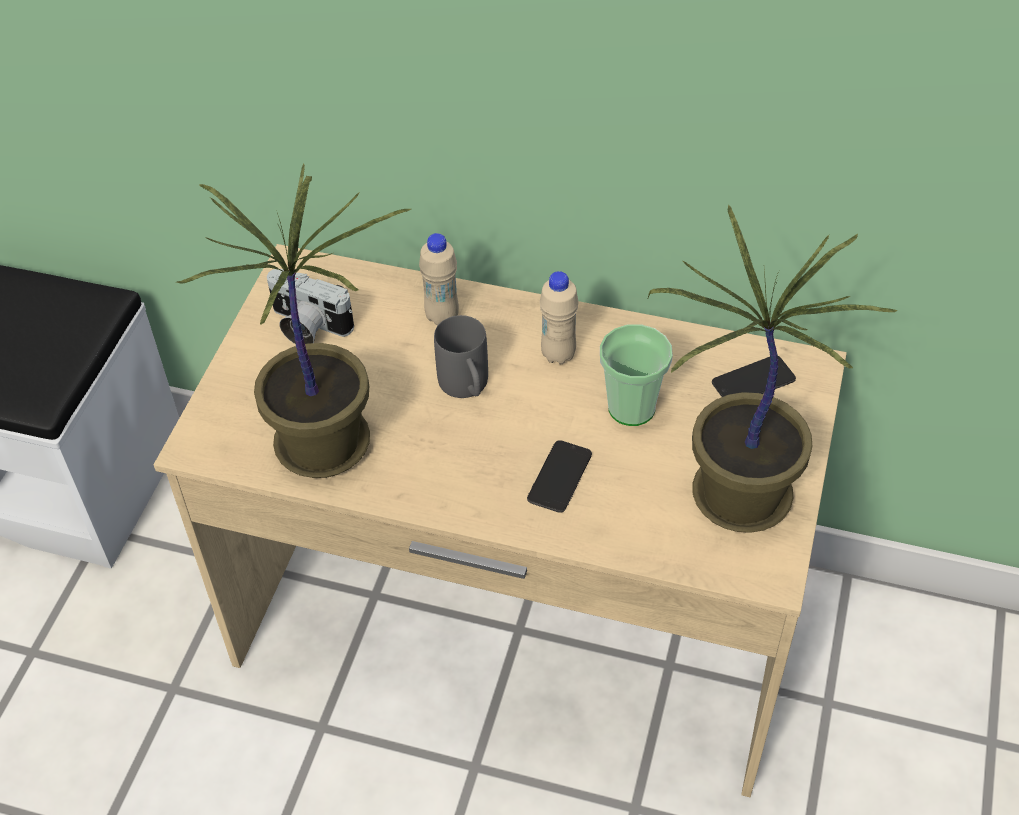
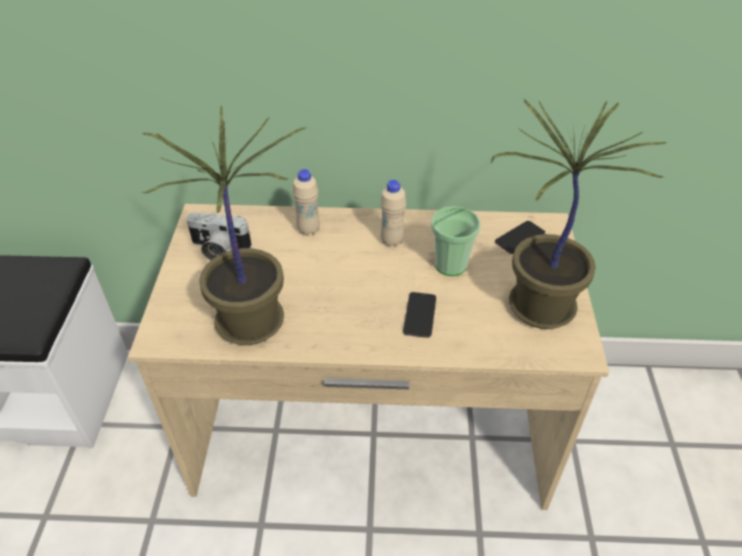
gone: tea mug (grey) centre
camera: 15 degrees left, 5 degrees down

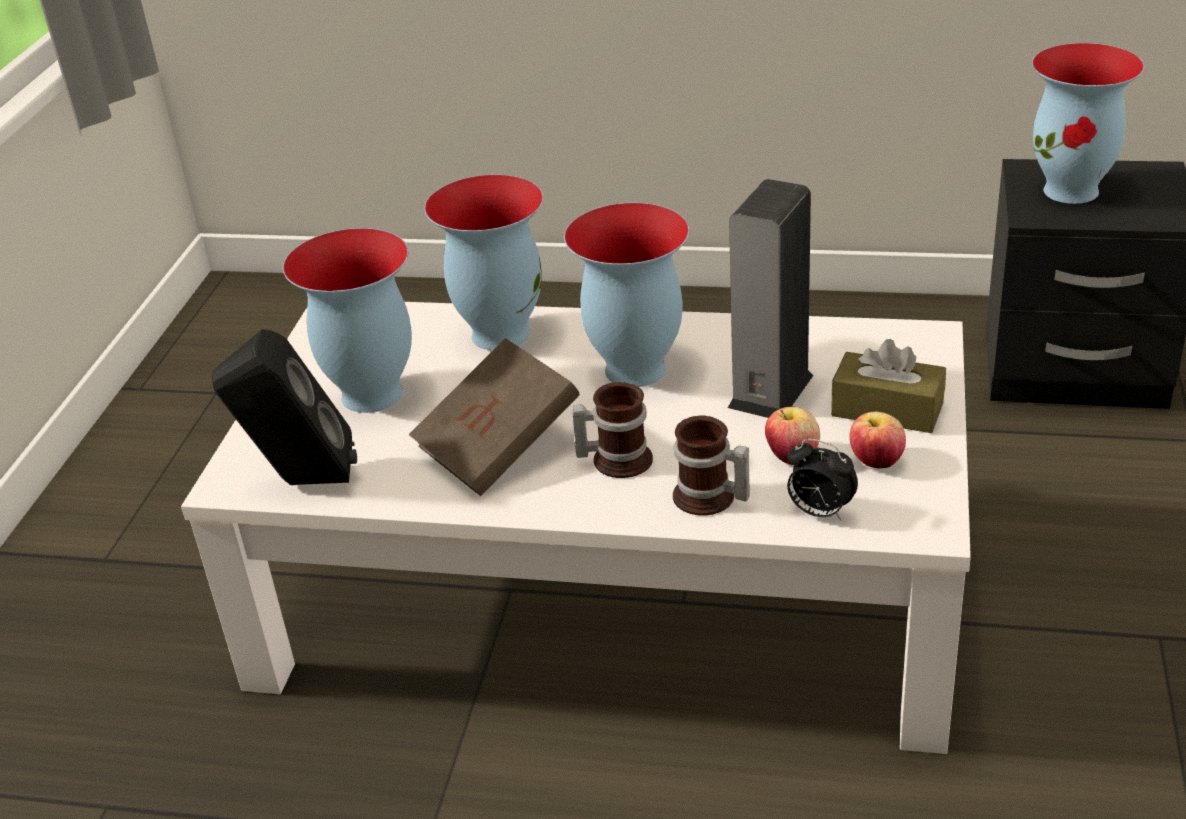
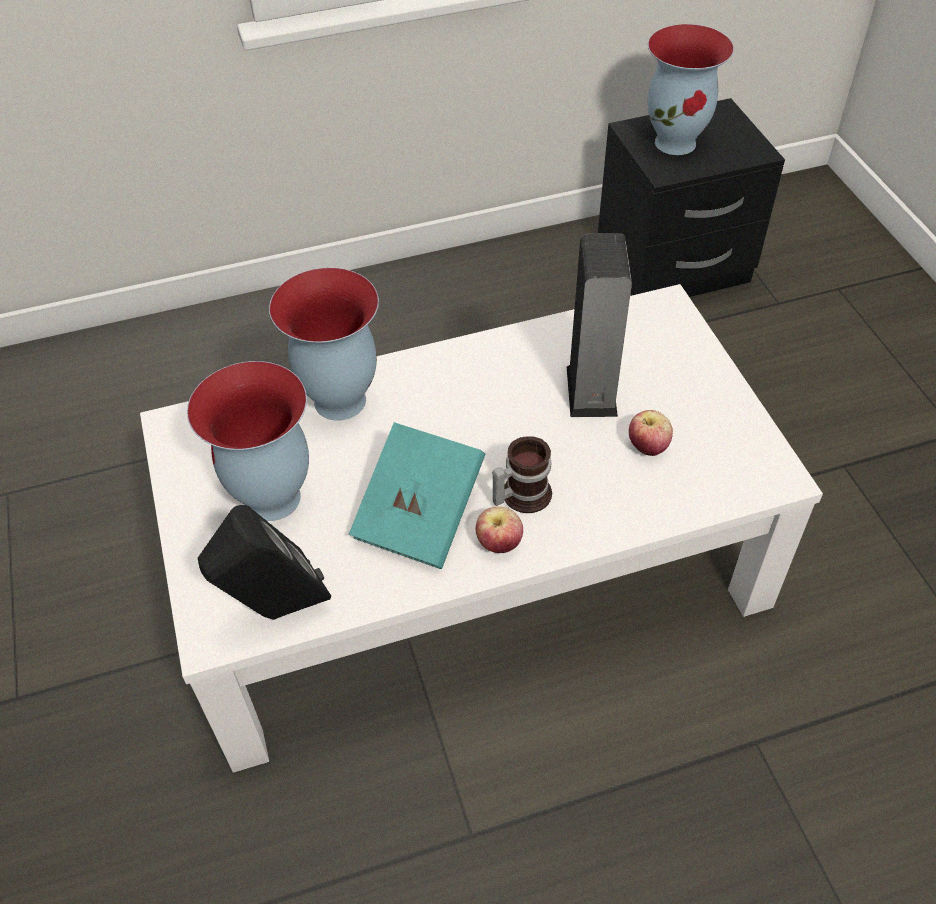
gone: decorative vase (no. 3 from left) centre; tea mug (no. 2 from left) centre; table clock middle right; box of tissues (brownish) middle right
shifted: whole apple (no. 2 from left in the first image) middle right to whole apple (no. 1 from left) centre
repainted: bound book (brownish) centre to bound book (turquoise-coloured) centre
camera: 30 degrees left, 15 degrees up

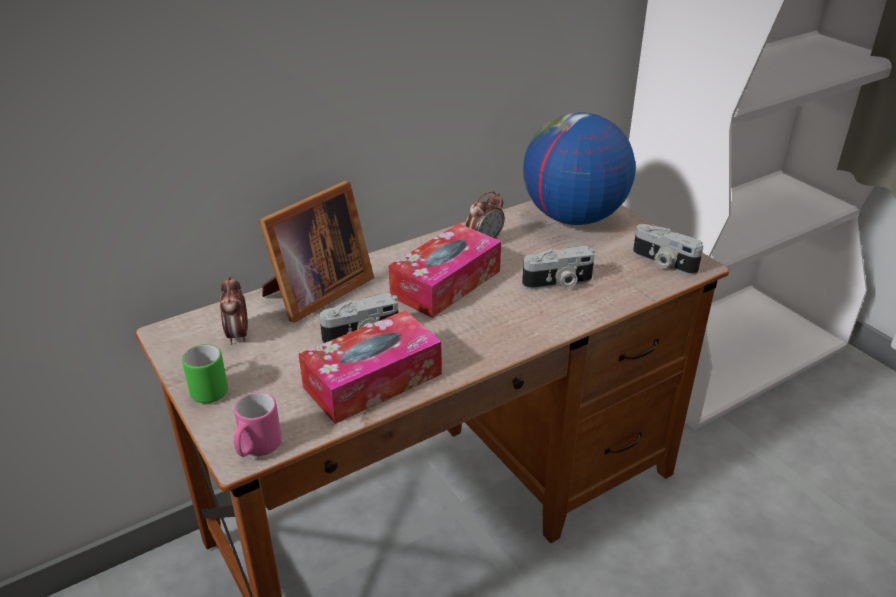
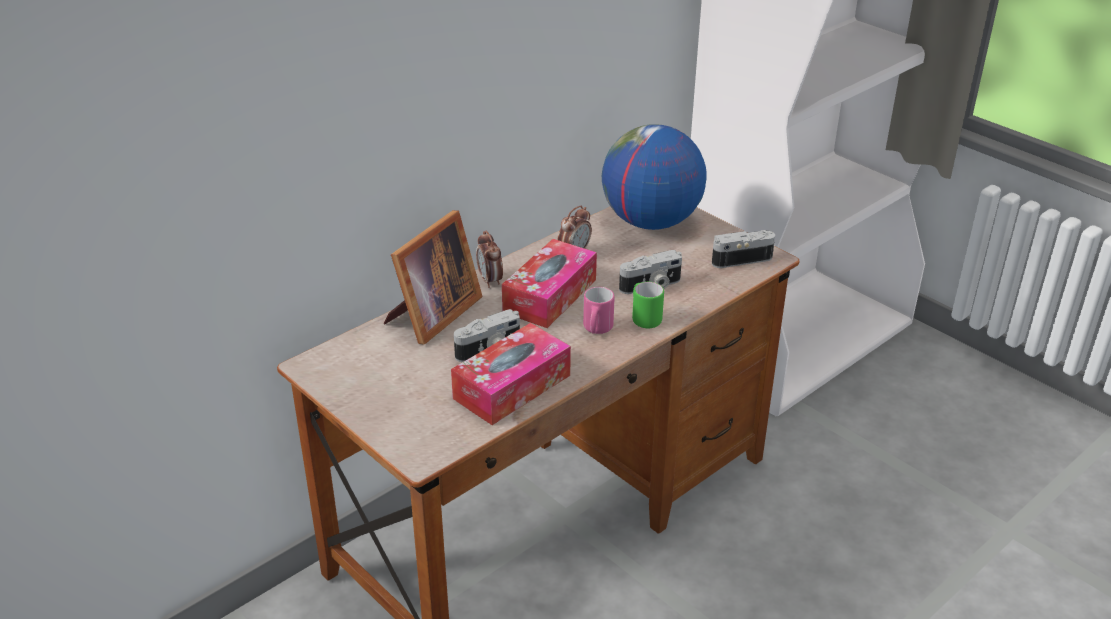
shifted: table clock (no. 1 from left) middle left to centre; tea mug (pinkish) bottom left to centre; tea mug (green) middle left to centre
rotated: photo camera (no. 3 from left) middle right = middle right 135 degrees clockwise
camera: 10 degrees left, 0 degrees up

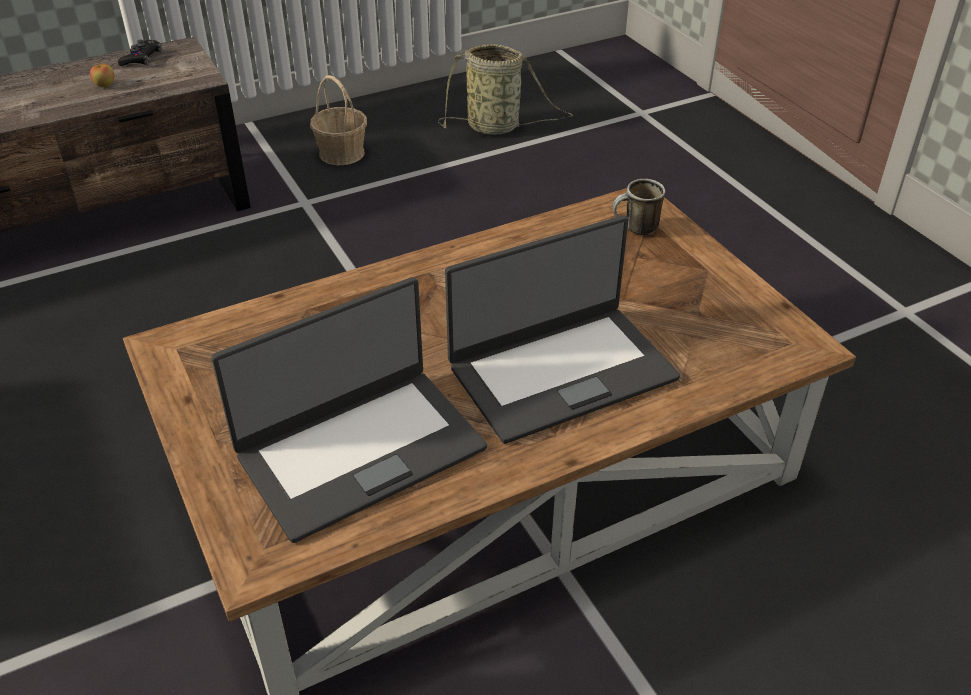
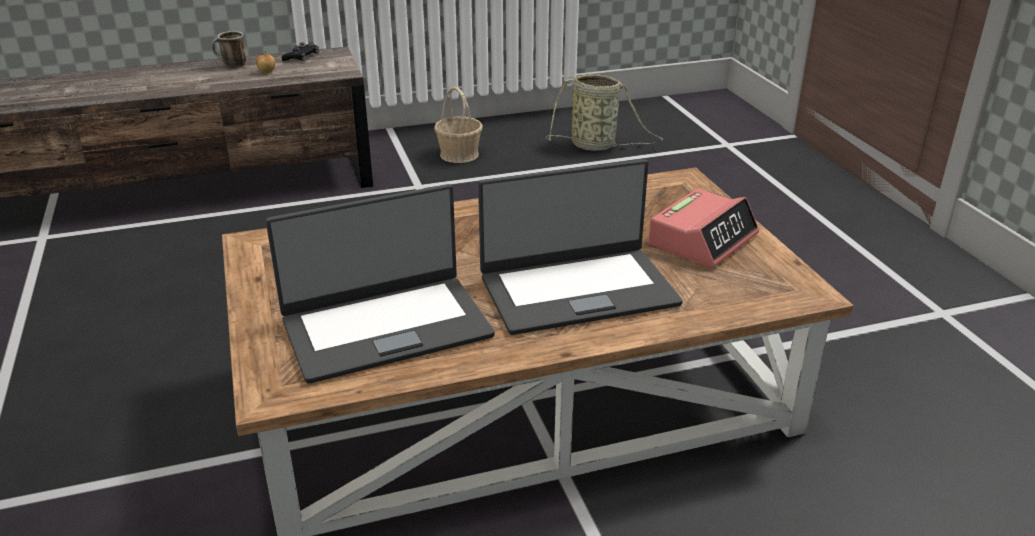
new: table clock middle right
shifted: tea mug top centre to top left
camera: 10 degrees right, 10 degrees down

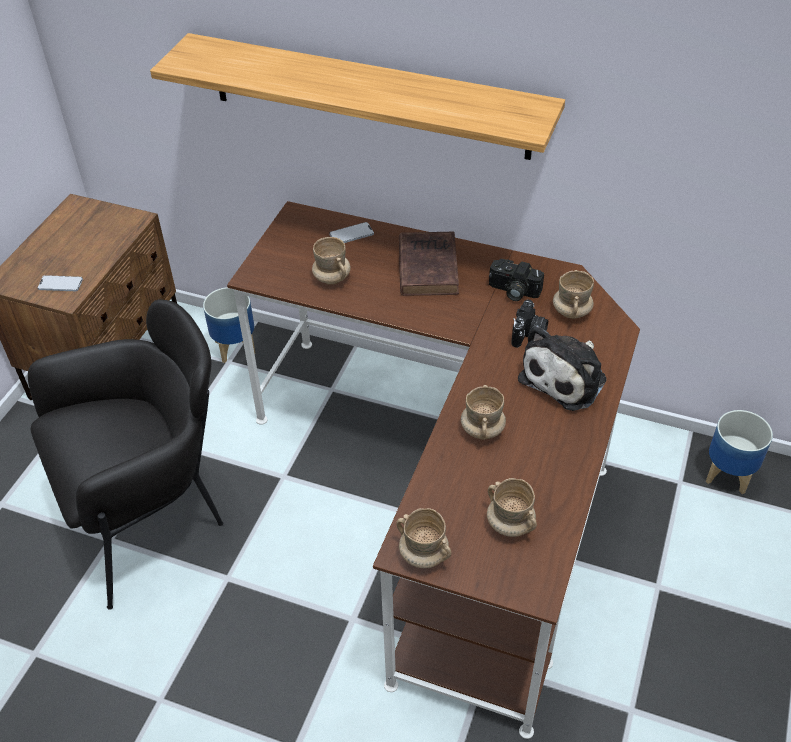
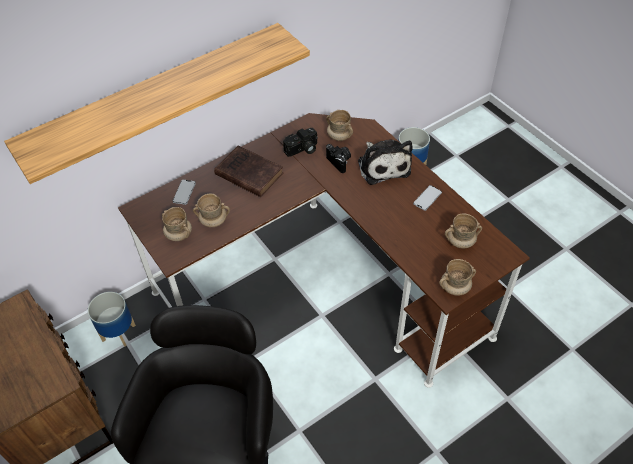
shifted: tea mug (beige-coloured) (no. 3 from left in the first image) centre to tea mug (beige-coloured) (no. 1 from left) middle left; phone (no. 1 from left in the first image) middle left to phone (no. 2 from left) middle right
camera: 55 degrees left, 5 degrees up

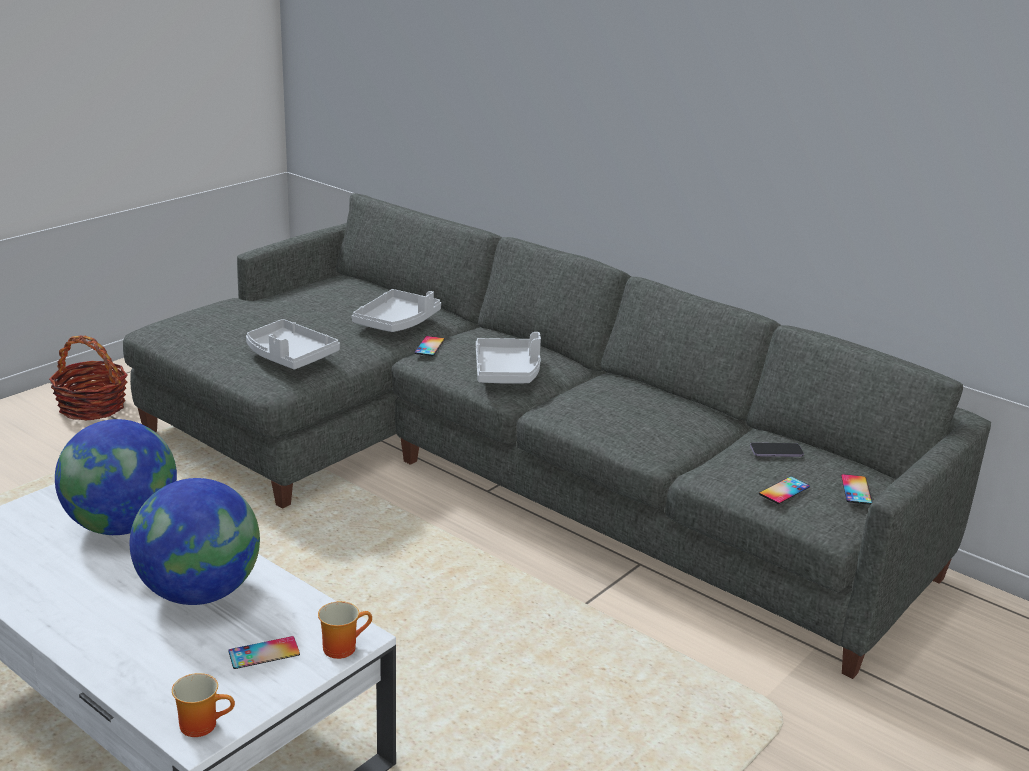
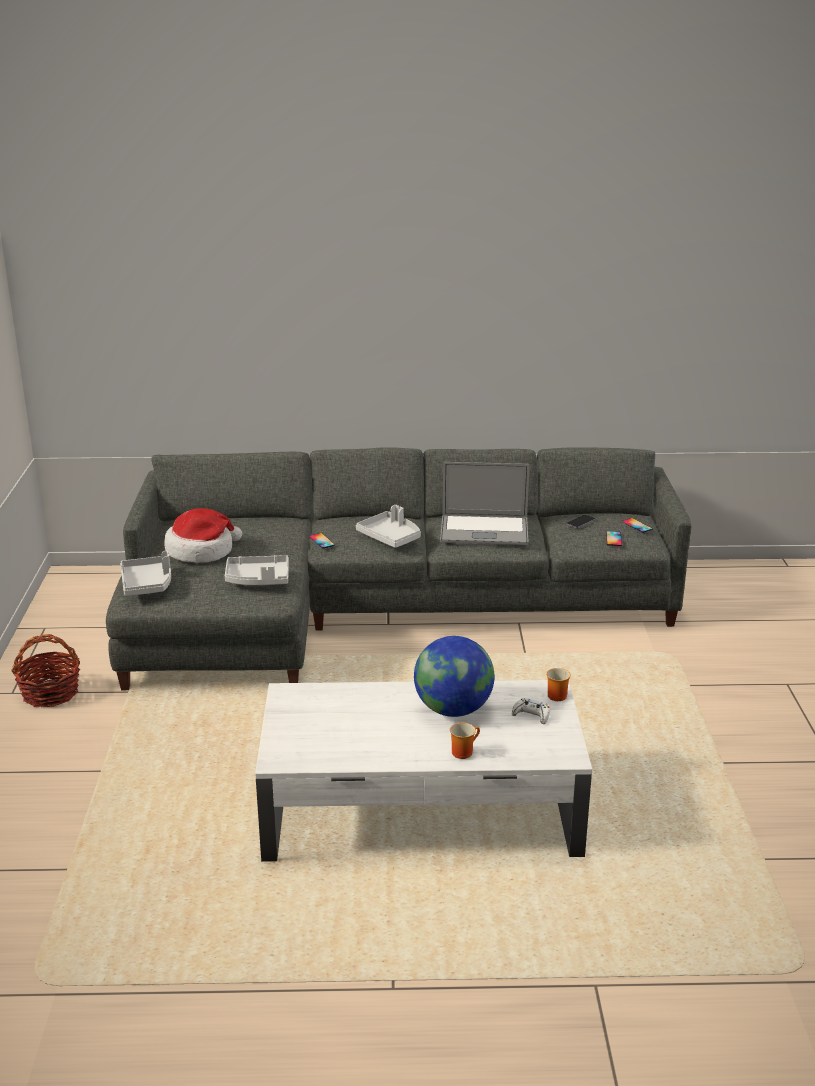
gone: globe (no. 1 from left) middle left
new: hat middle left; laptop centre
shifted: carrying tray (grey) (no. 2 from left in the first image) centre to carrying tray (grey) (no. 1 from left) middle left; tea mug (no. 1 from left) bottom left to bottom centre
swapped: phone (no. 1 from left) bottom left to joypad (white) centre
camera: 40 degrees left, 0 degrees up

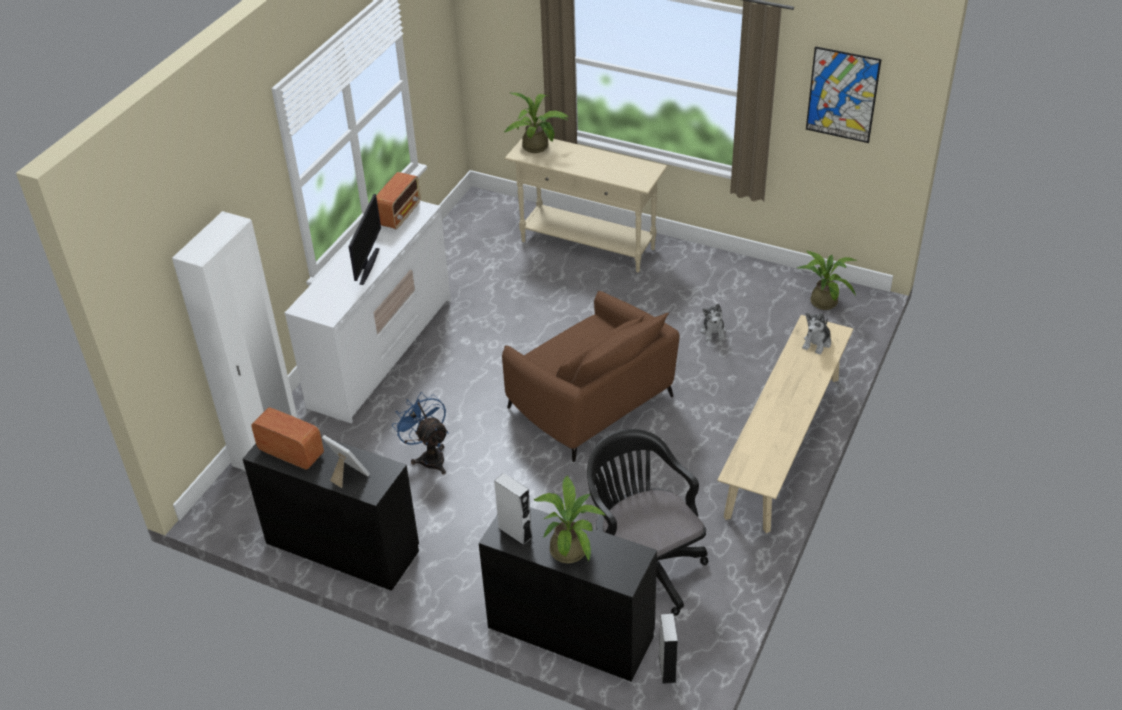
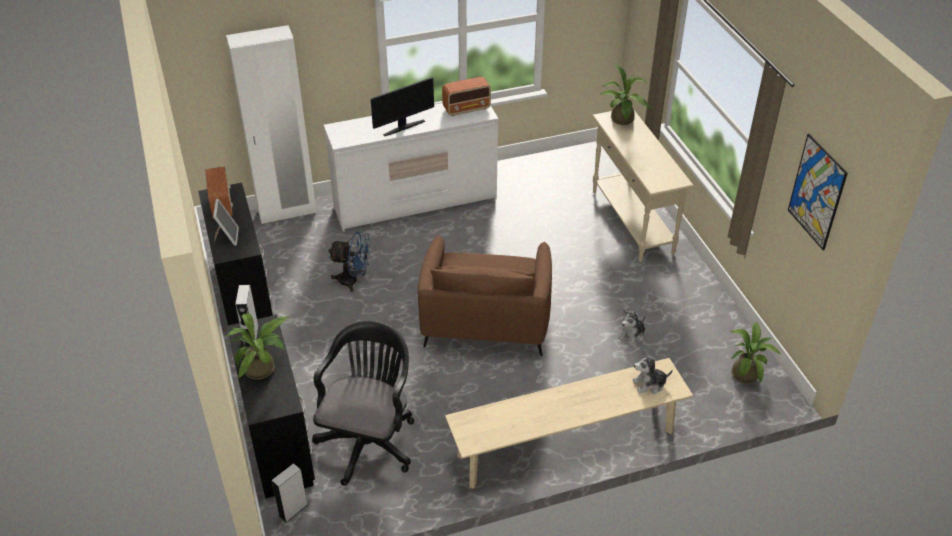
rotated: fan (blue) centre = centre 90 degrees clockwise
camera: 45 degrees right, 0 degrees up

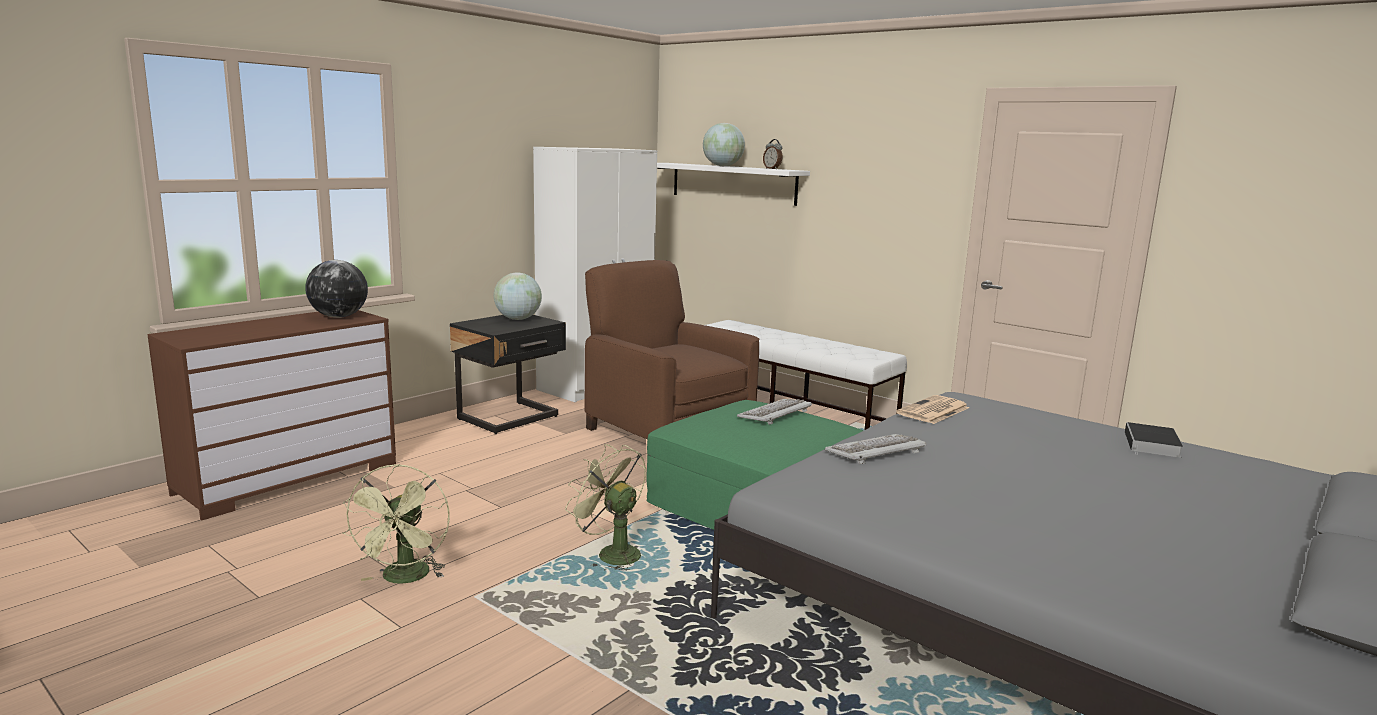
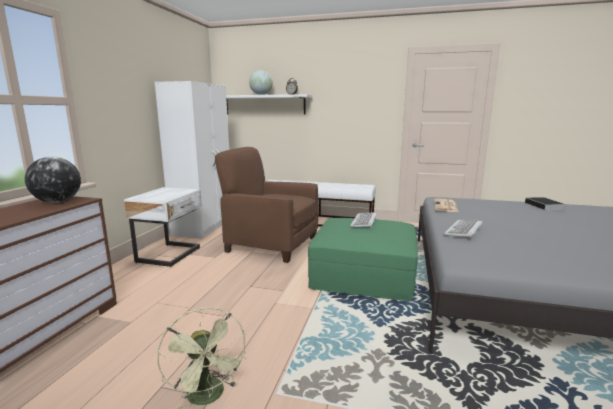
gone: globe (no. 2 from left) centre; fan (green) (no. 2 from left) bottom centre
repainted: nightstand (blackish) centre to nightstand (white) middle left
camera: 25 degrees left, 0 degrees up

